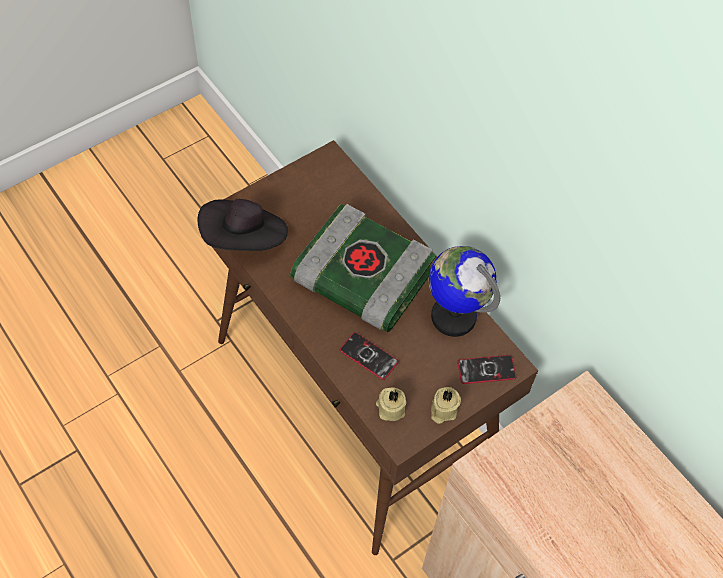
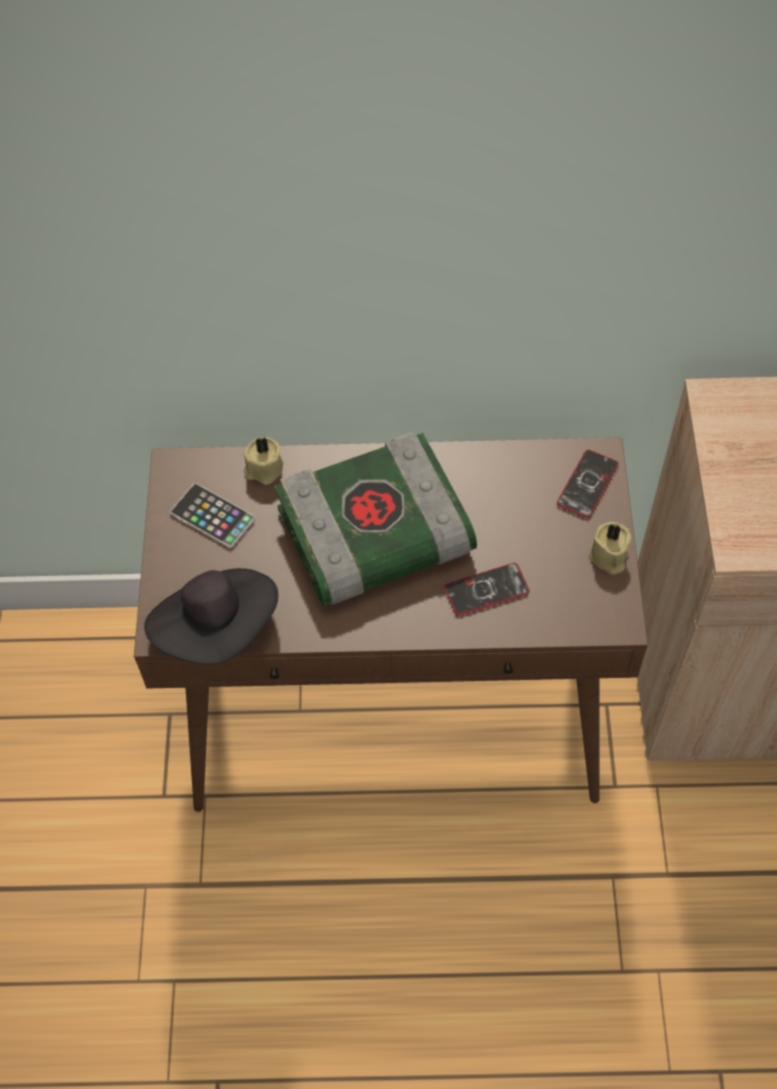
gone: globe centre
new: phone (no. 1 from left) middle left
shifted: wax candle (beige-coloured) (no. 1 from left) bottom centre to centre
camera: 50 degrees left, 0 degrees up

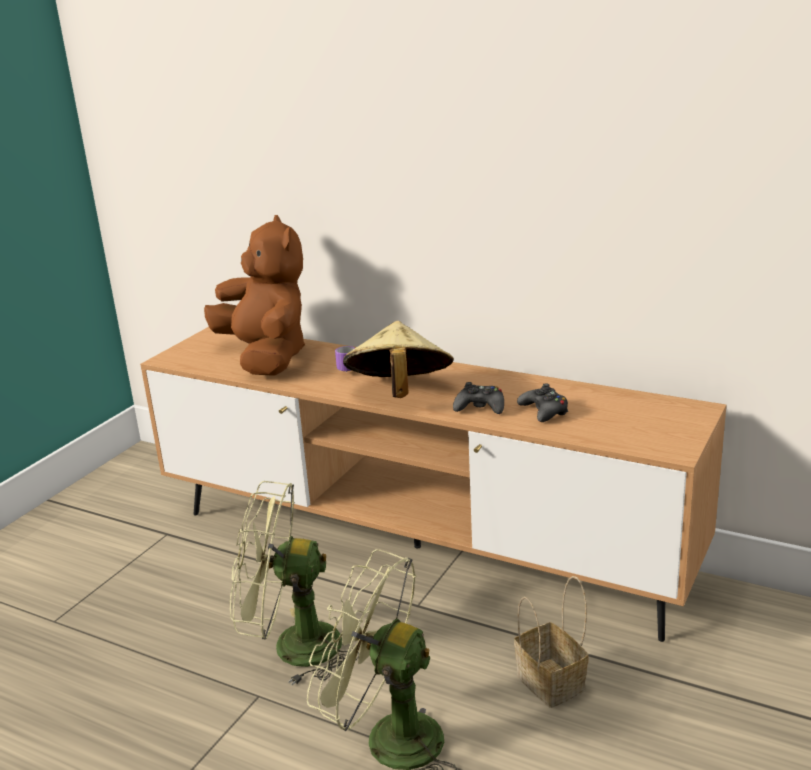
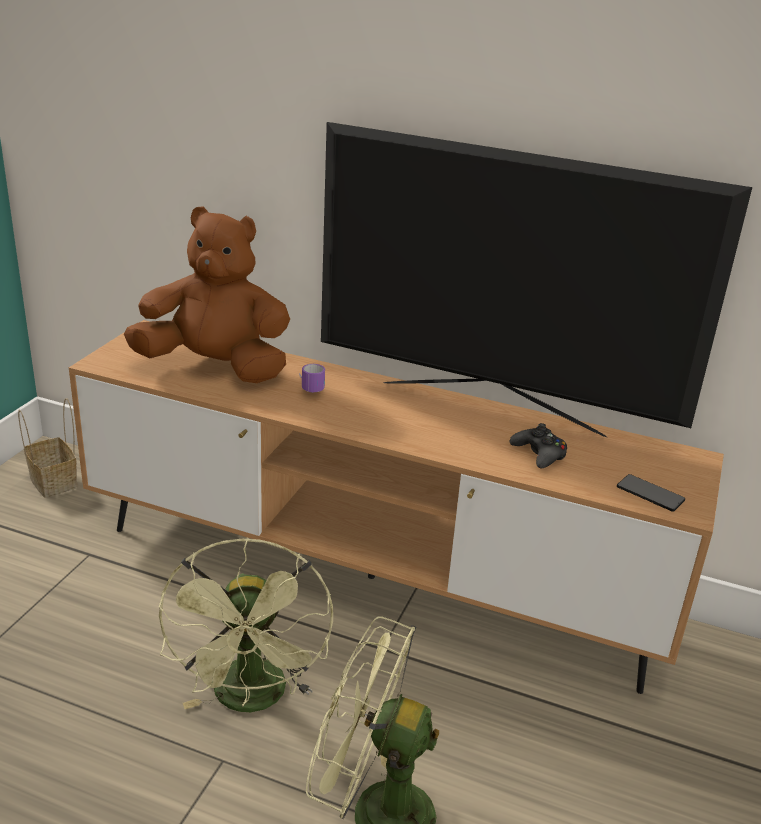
gone: hat (beige-coloured) centre; joypad (blackish) (no. 1 from left) centre
new: television middle right; phone middle right
shifted: storage basket bottom right to middle left
rotated: plush toy (brownish) middle left = middle left 45 degrees counterclockwise; fan (green) (no. 1 from left) bottom centre = bottom left 90 degrees counterclockwise
camera: 10 degrees left, 5 degrees up

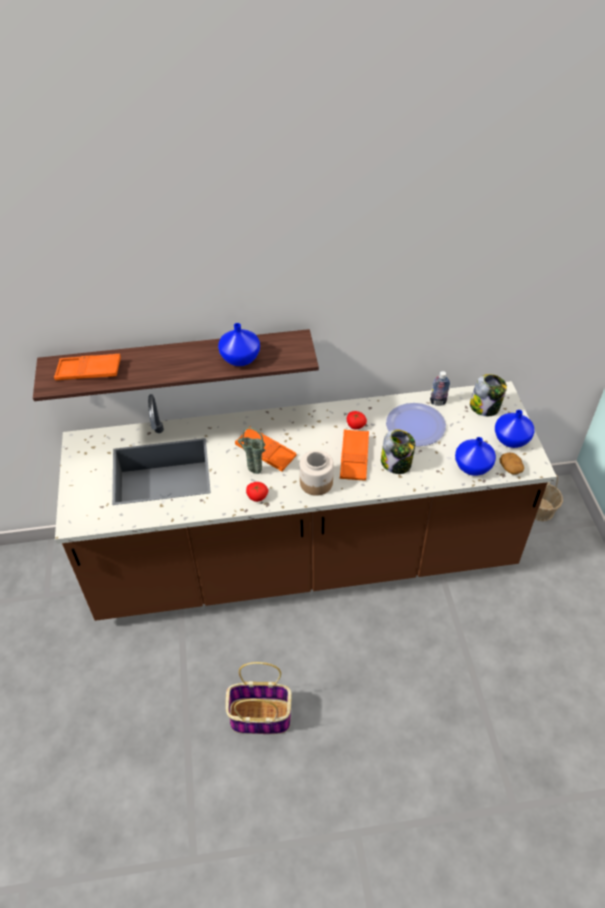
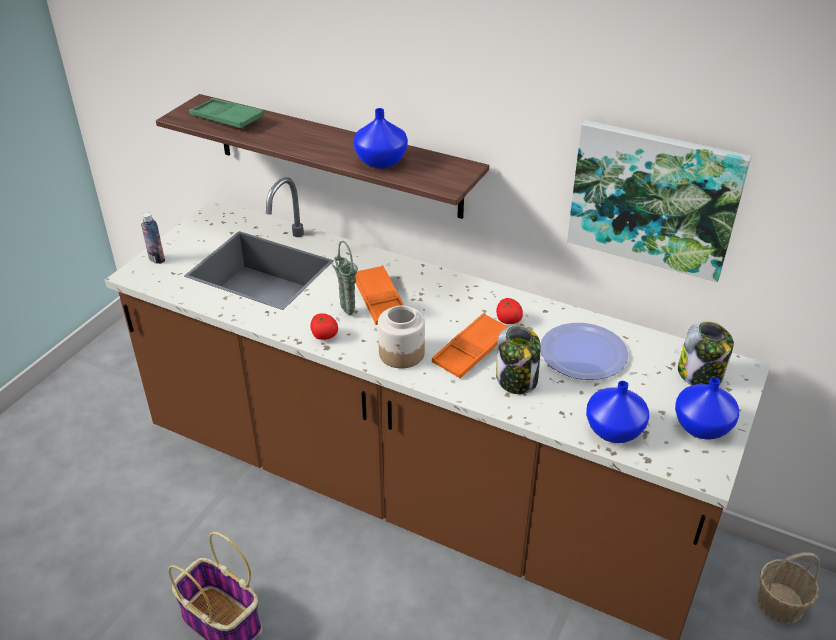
gone: spud middle right
new: wall picture top right
shifted: beverage bottle middle right to middle left
repainted: carrying tray (orangey) (no. 1 from left) middle left to carrying tray (green) top left
camera: 35 degrees right, 10 degrees down

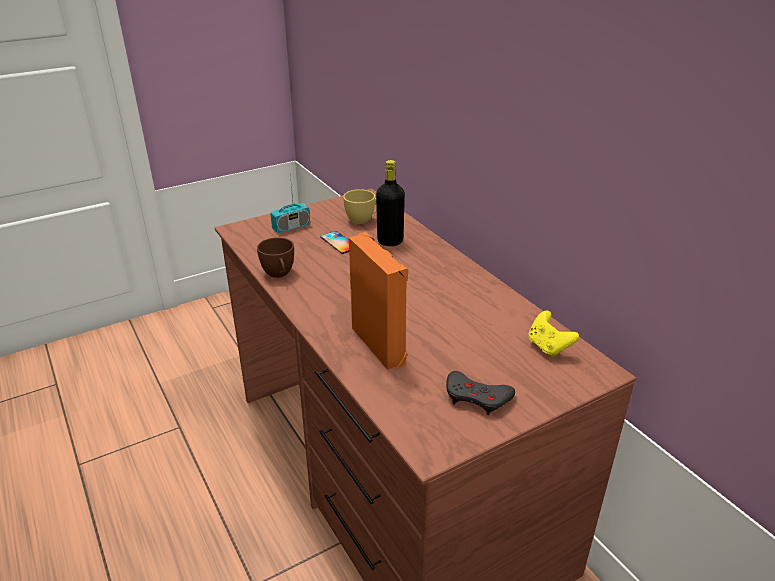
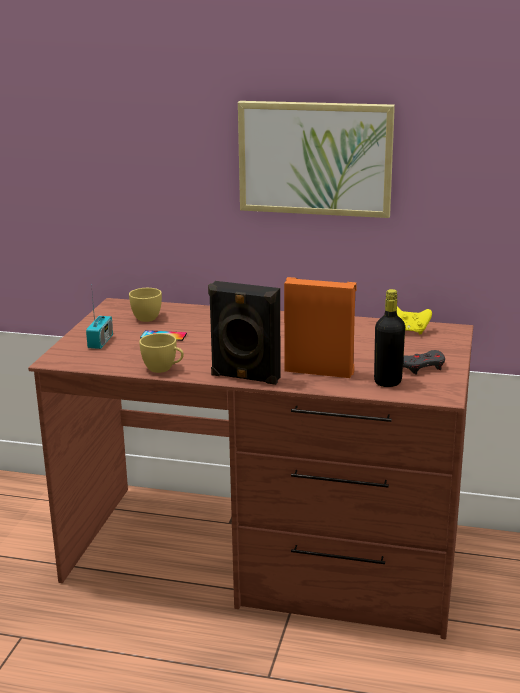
new: loudspeaker (blackish) centre; wall picture top centre
shifted: beverage bottle (blackish) centre to middle right
repainted: cup (brownish) centre to cup (yellowish) (no. 2 from left) middle left
camera: 45 degrees left, 10 degrees down

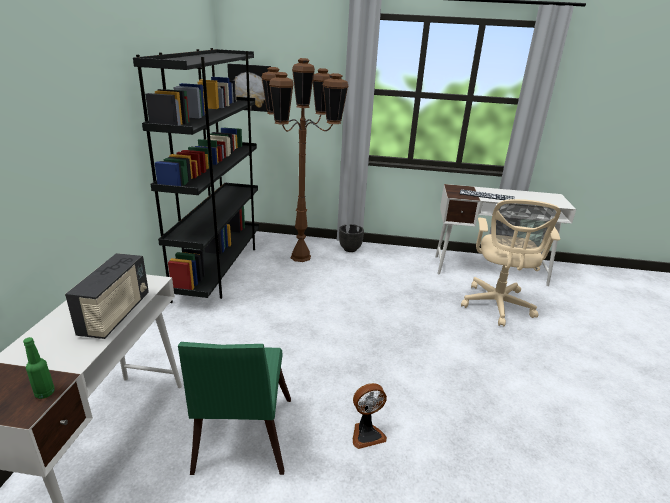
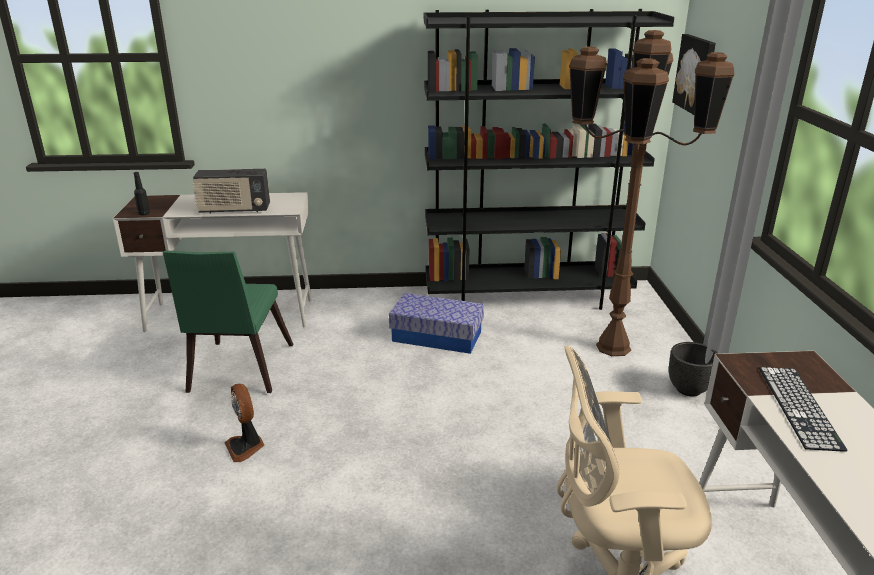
new: storage box centre
repainted: beverage bottle (green) bottom left to beverage bottle (blackish) middle left
rotated: upright chair (green) bottom centre = middle left 75 degrees counterclockwise
camera: 80 degrees right, 0 degrees up

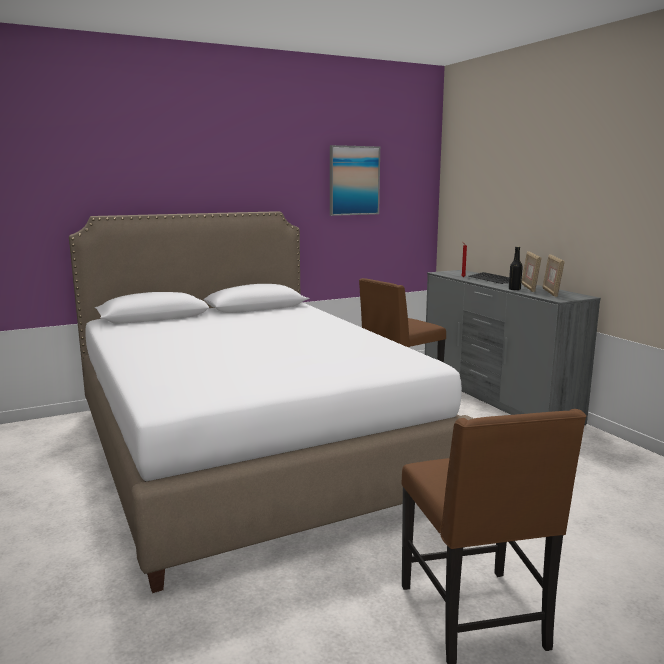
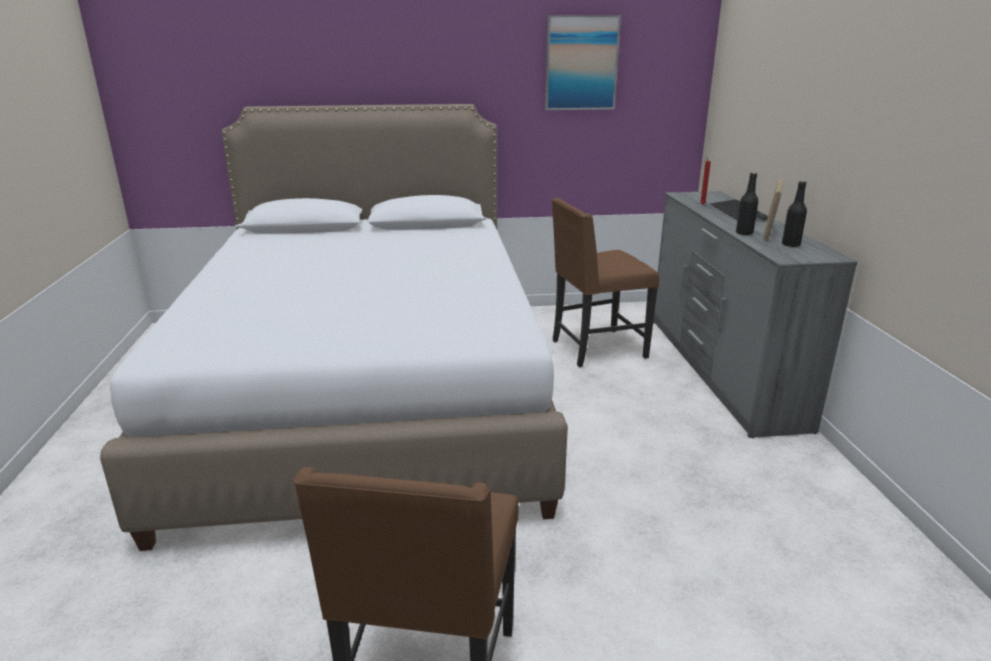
swapped: standing frame (no. 2 from left) middle right to beverage bottle (blackish) (no. 2 from left) top right
camera: 20 degrees right, 10 degrees up

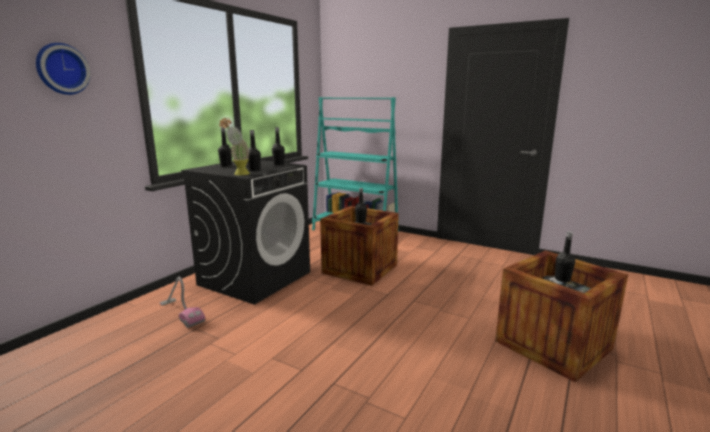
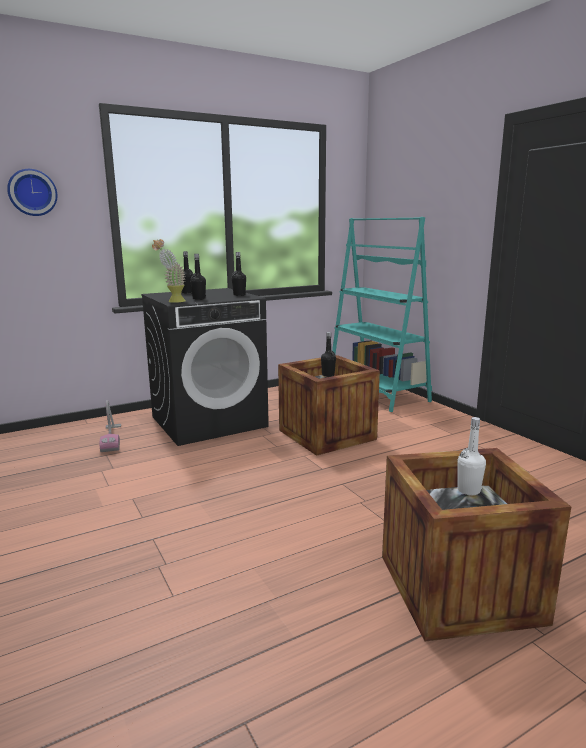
repainted: beverage bottle (blackish) (no. 5 from left) middle right to beverage bottle (white) middle right
camera: 30 degrees right, 0 degrees up

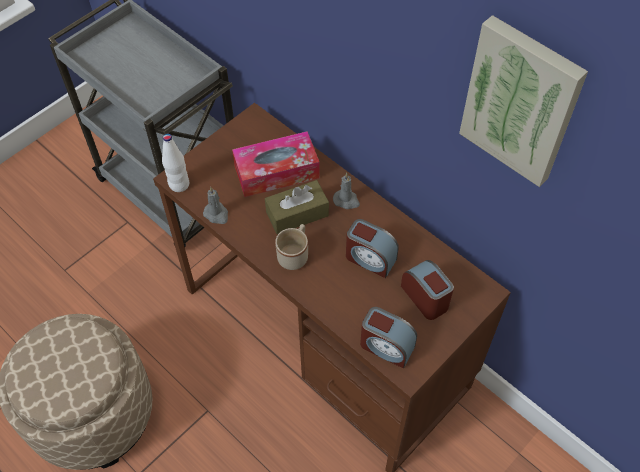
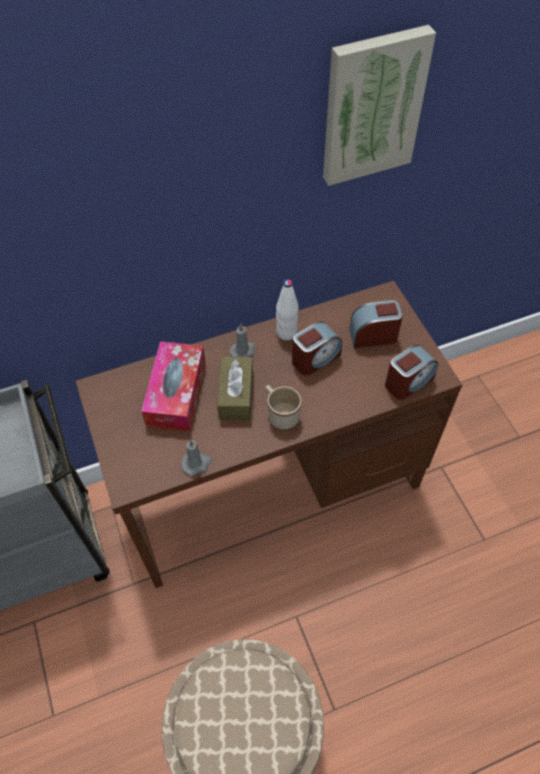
shifted: beverage bottle (white) middle left to centre
camera: 65 degrees left, 0 degrees up

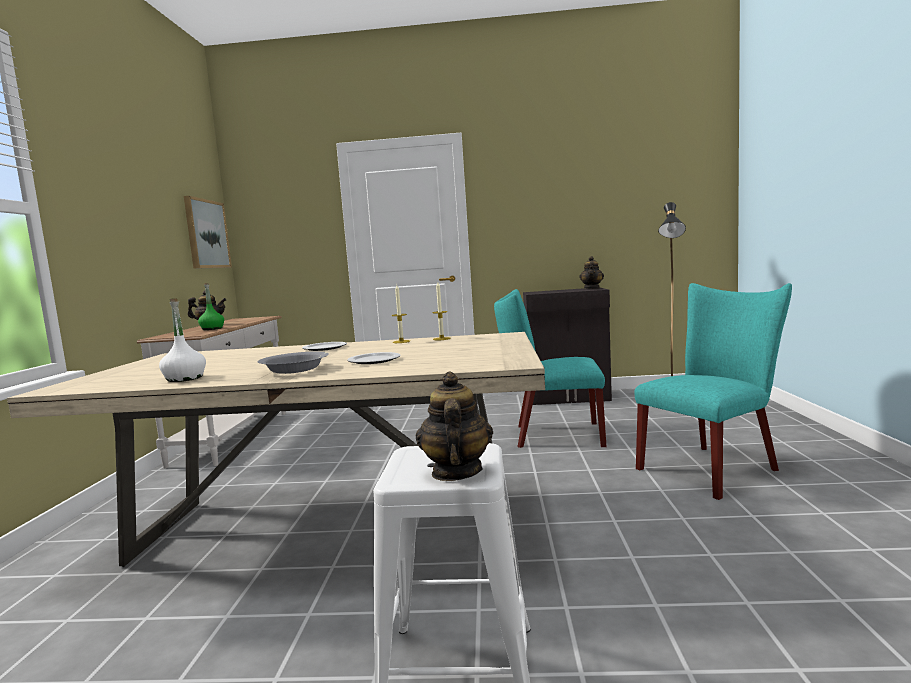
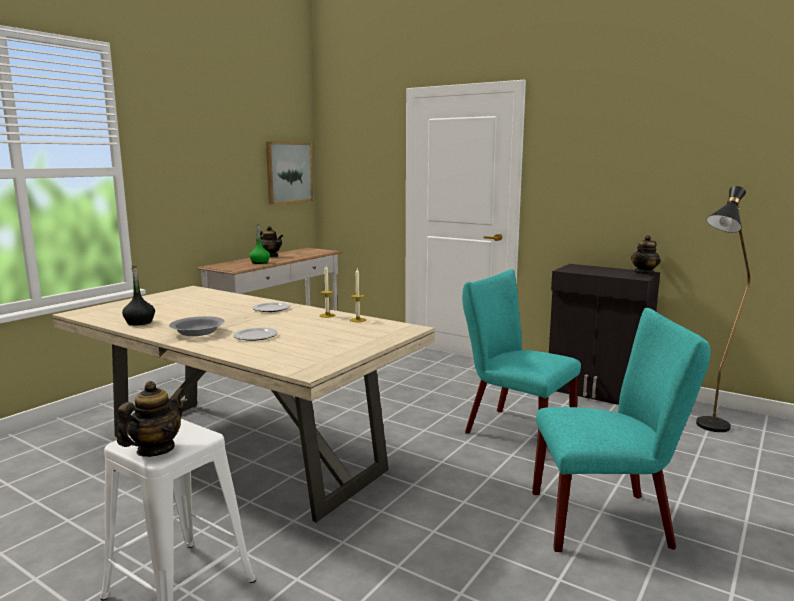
repainted: beverage bottle (white) middle left to beverage bottle (blackish) middle left
camera: 30 degrees right, 5 degrees up

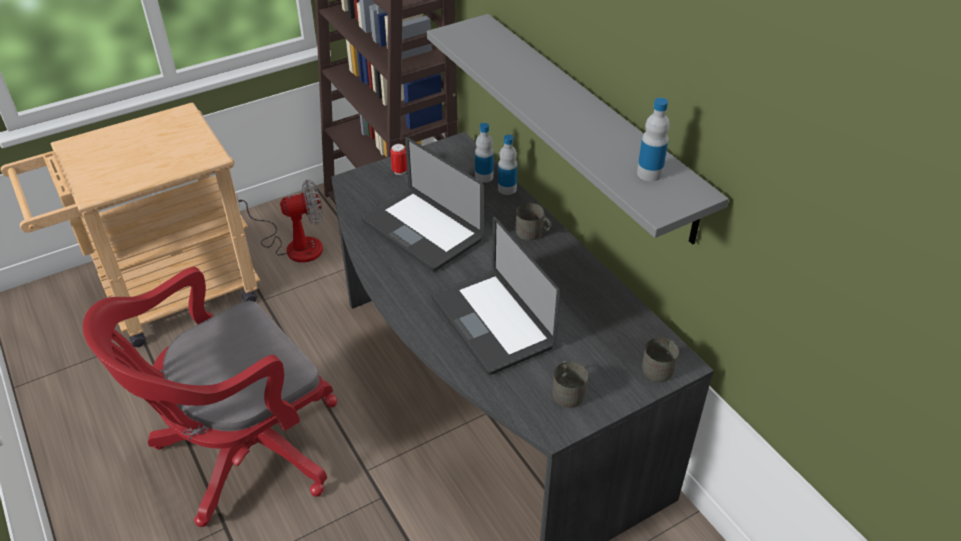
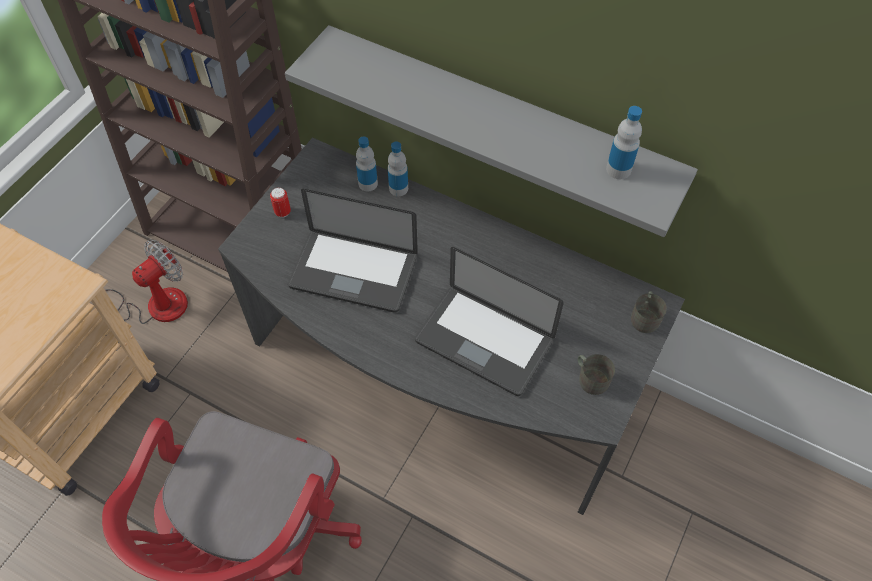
gone: tea mug (grey) (no. 1 from left) centre
camera: 30 degrees left, 15 degrees up

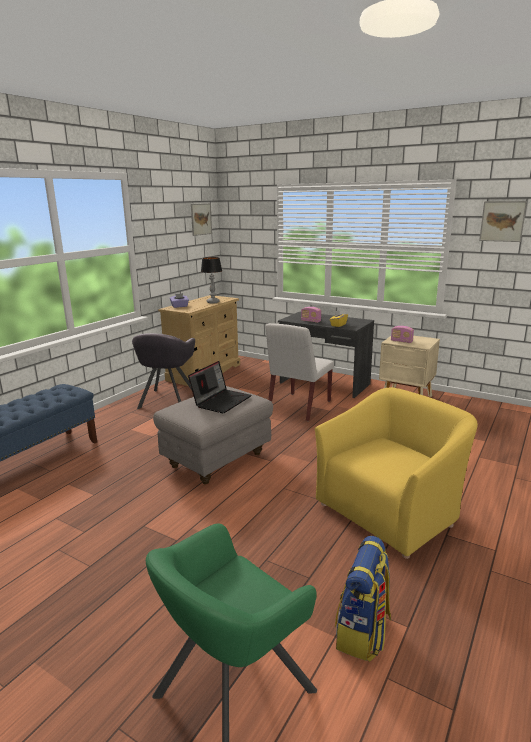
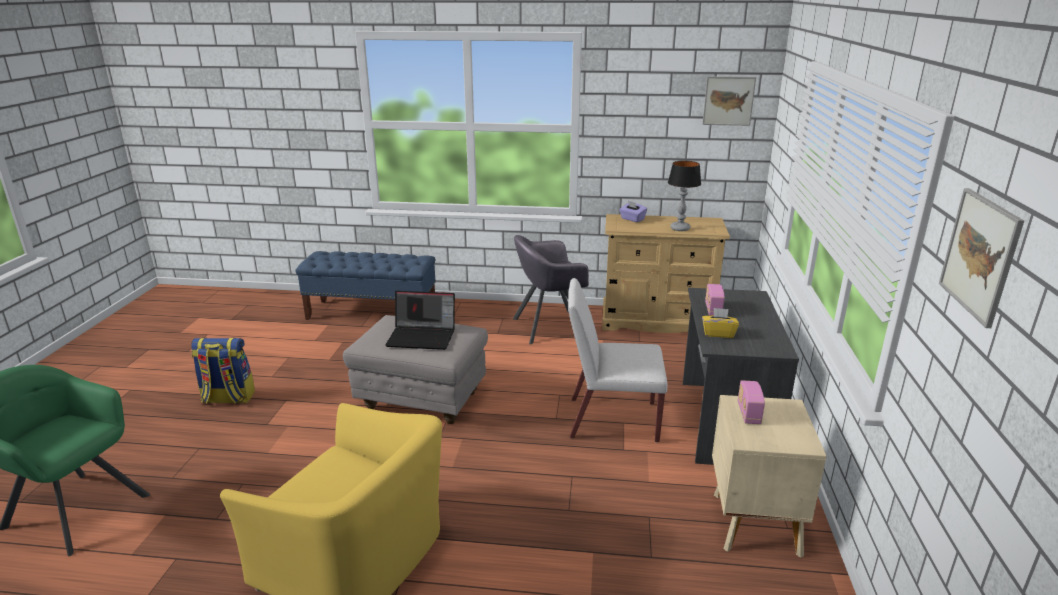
shifted: knapsack bottom right to middle left
camera: 65 degrees right, 5 degrees up

